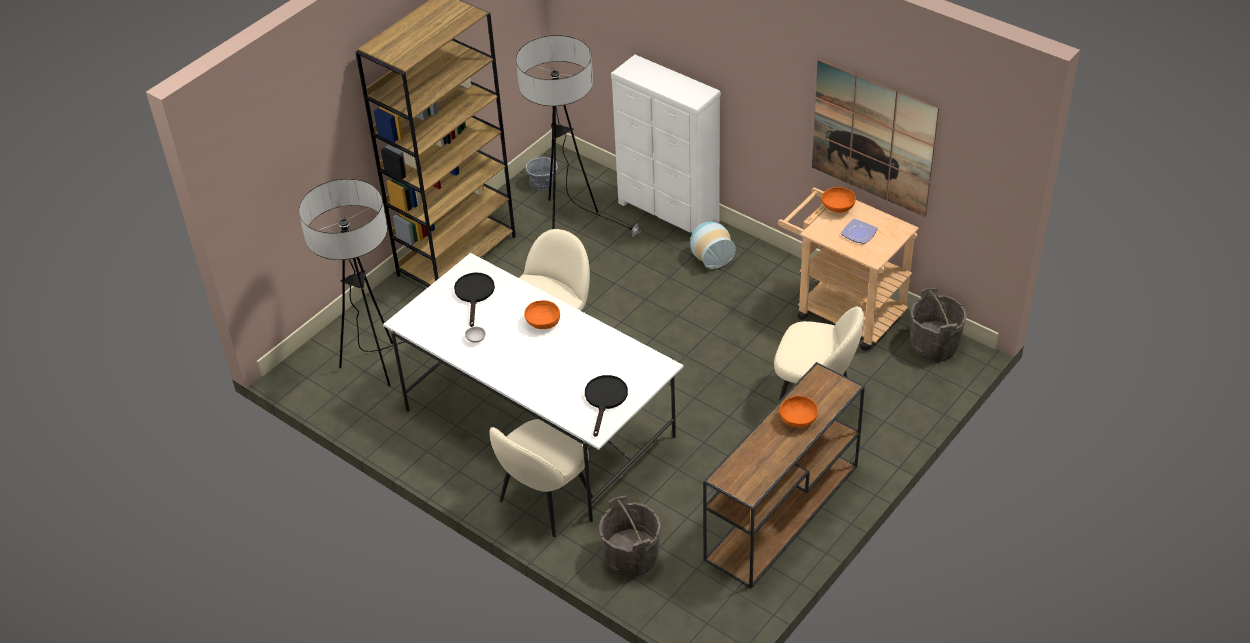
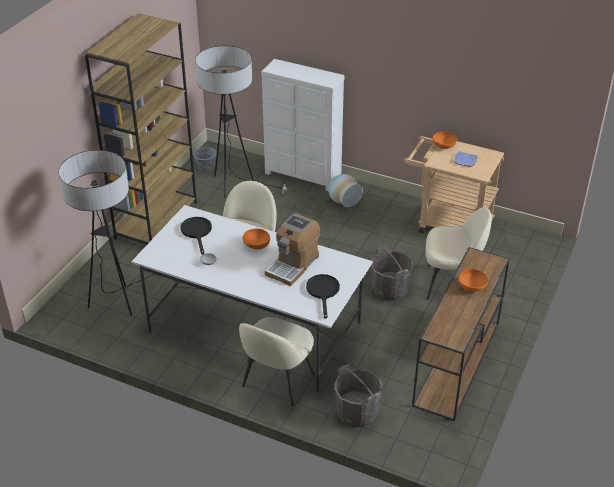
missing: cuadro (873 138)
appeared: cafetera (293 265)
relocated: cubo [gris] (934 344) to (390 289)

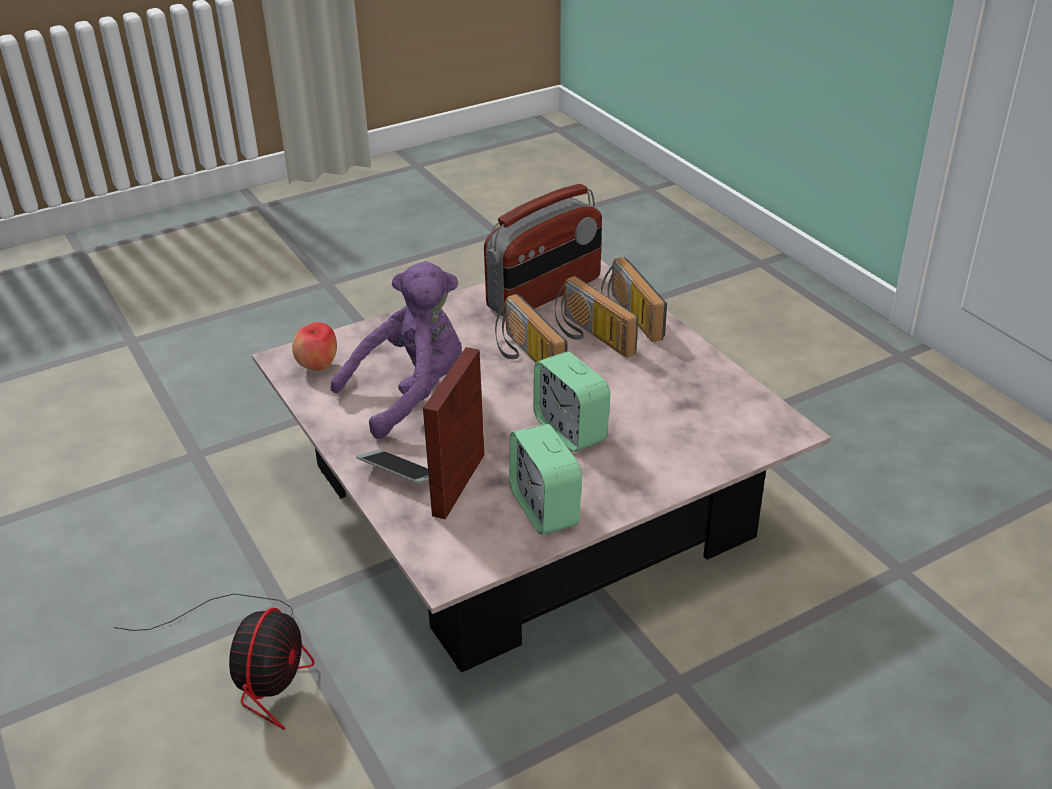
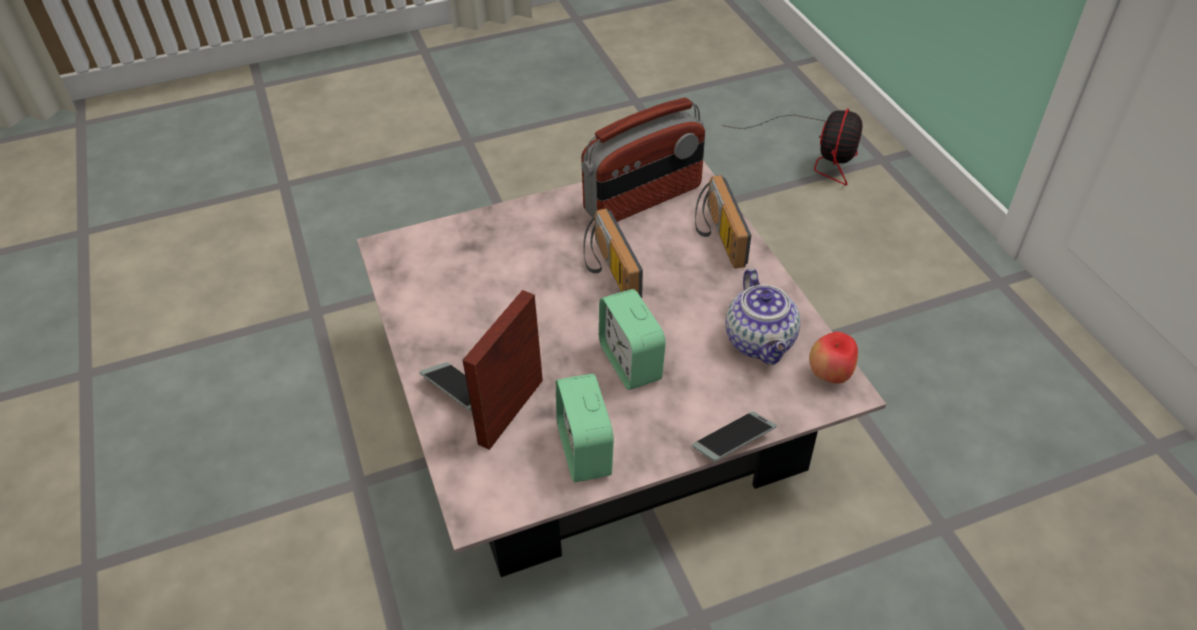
missing: peluche [morado] (410 393); radio (589 336)
appeared: móvil (733 441); tetera (761 343)
relocated: ventilador (255 665) to (818 153); manzana (318 367) to (830 375)

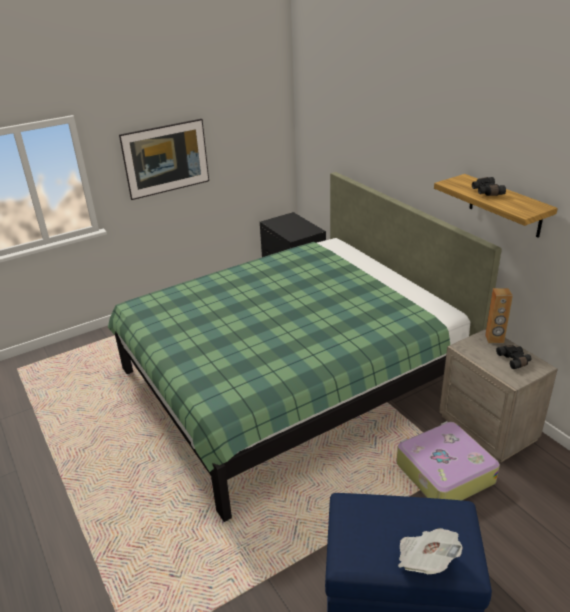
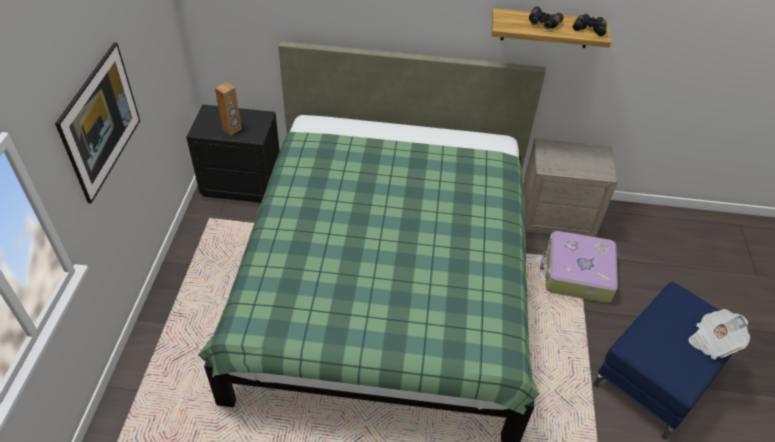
relocated: altavoz [marrón] (494 339) to (232 129); prismáticos [negro] (514 360) to (589 28)

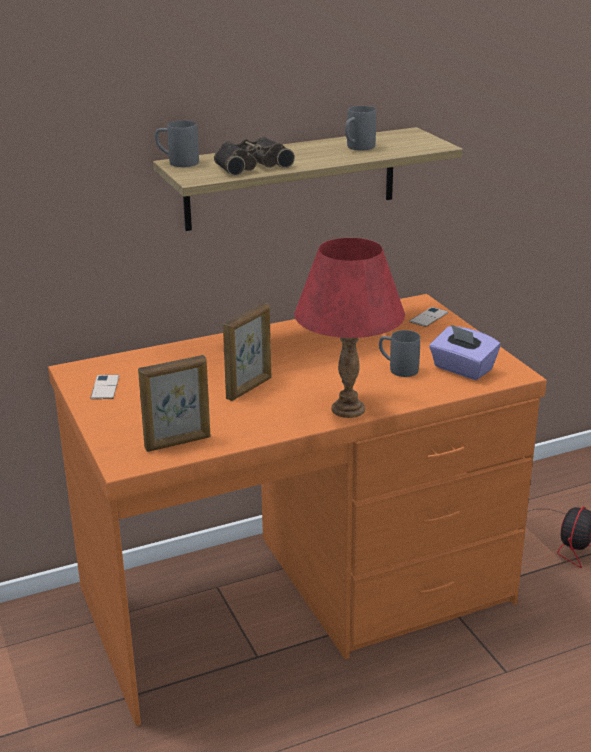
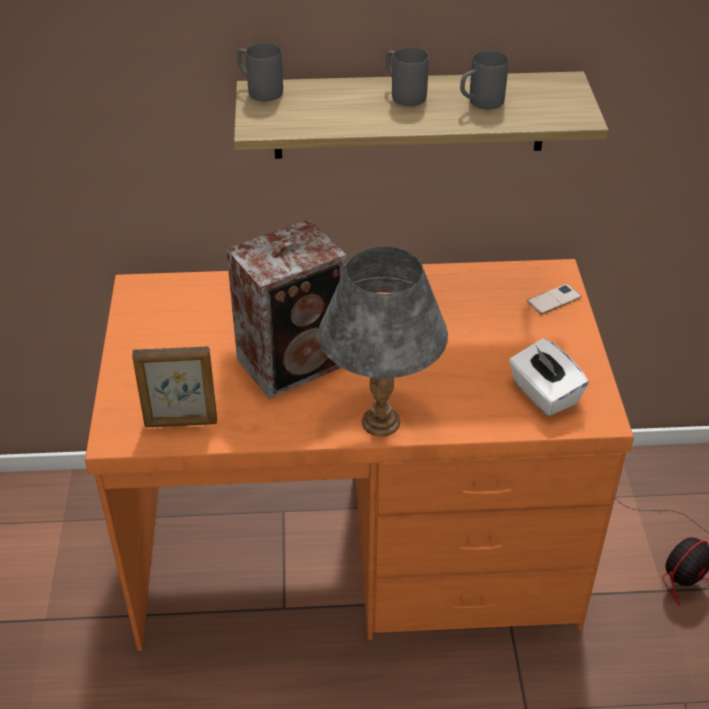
missing: móvil (105 387); prismáticos (250 165)
relocated: taza grande [gris] (397 369) to (403 94)
exchanged: portarretratos (250 388) to altavoz (295 361)
colour: lámpara de mesa [rojo] (347 409) to lámpara de mesa [gris] (380 421); caja de pañuelos [morado] (462 369) to caja de pañuelos [blanco] (543 394)

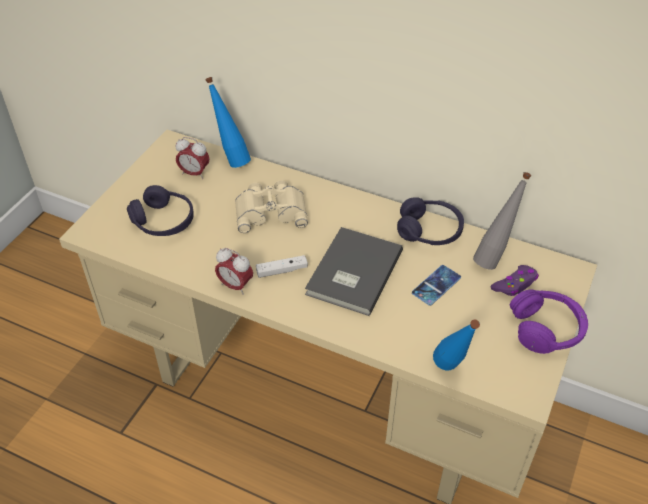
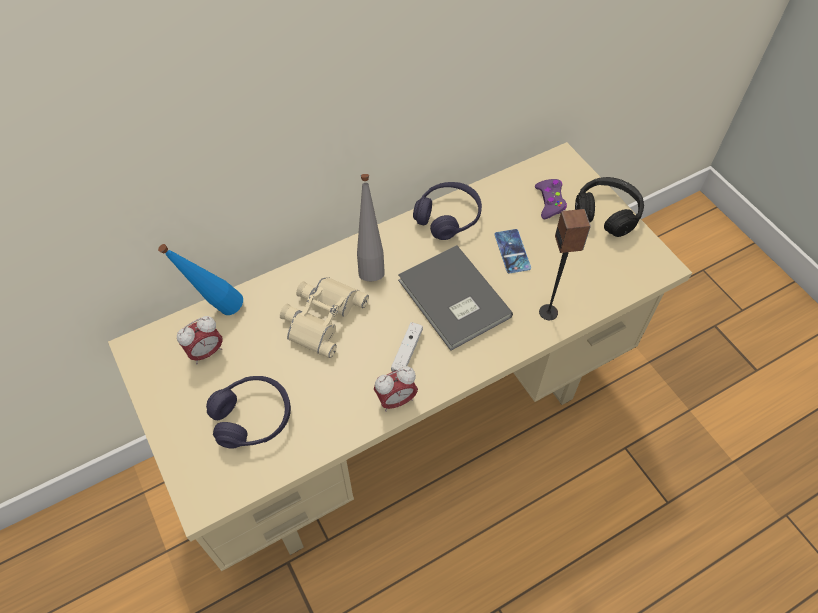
missing: botella [azul] (451 373)
appeared: altavoz (548 312)
relocated: botella [gris] (494 258) to (371 264)
colour: auriculares [morado] (546 329) to auriculares [negro] (607 213)

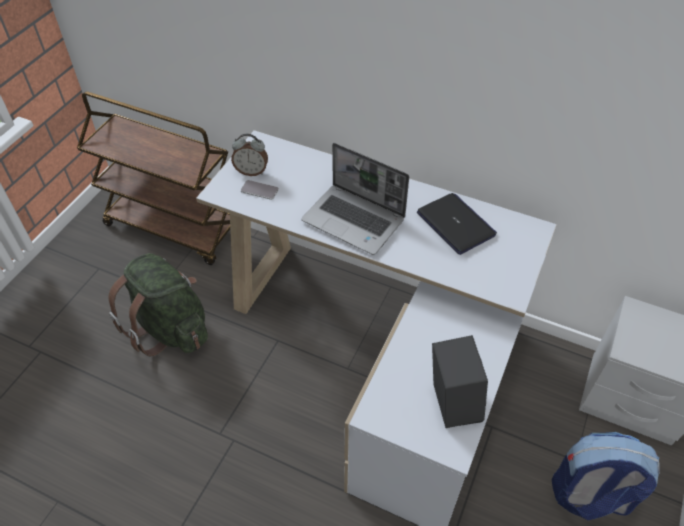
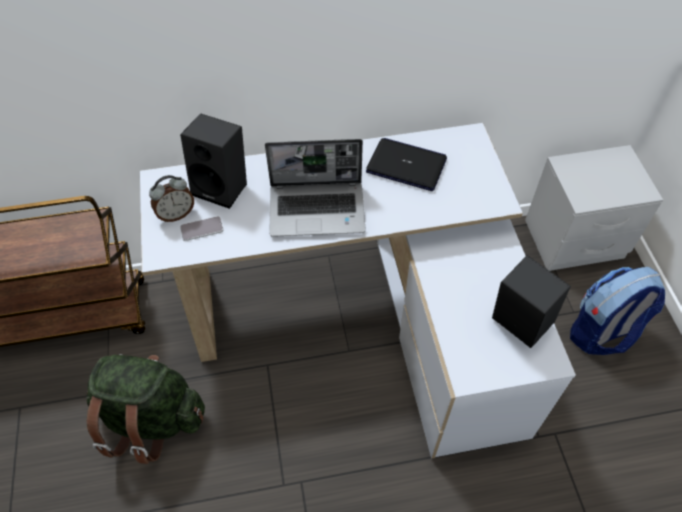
appeared: altavoz [negro] (223 187)

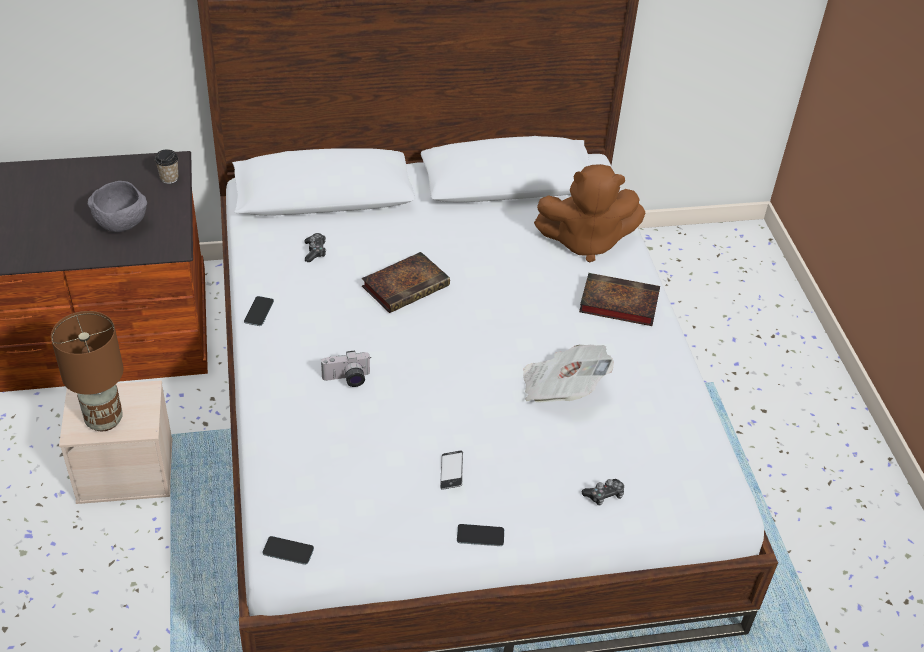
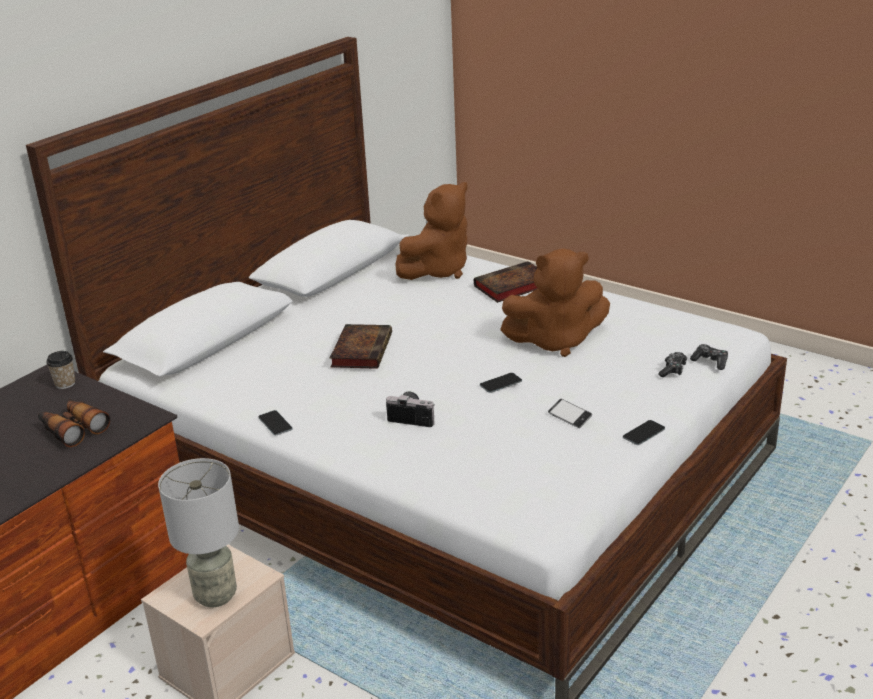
relocated: móvil (288 551) to (500 383); mando de consola (315 251) to (710 361)
exchanged: cuenco [gris] (122 224) to prismáticos (73 429); periódico (561 389) to peluche [marrón] (555 341)
colour: lámpara de mesa [marrón] (104 419) to lámpara de mesa [gris] (215 595)
spun: cámara (347 379) = (413 417) 105 degrees counterclockwise

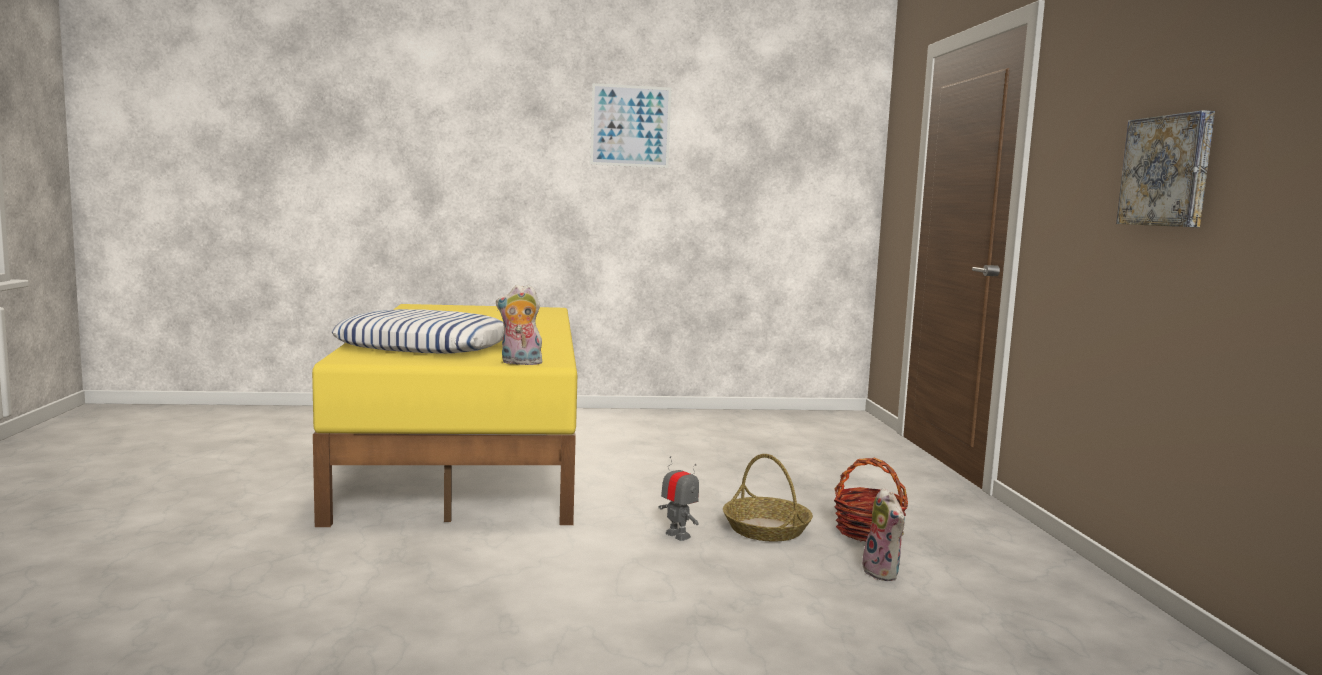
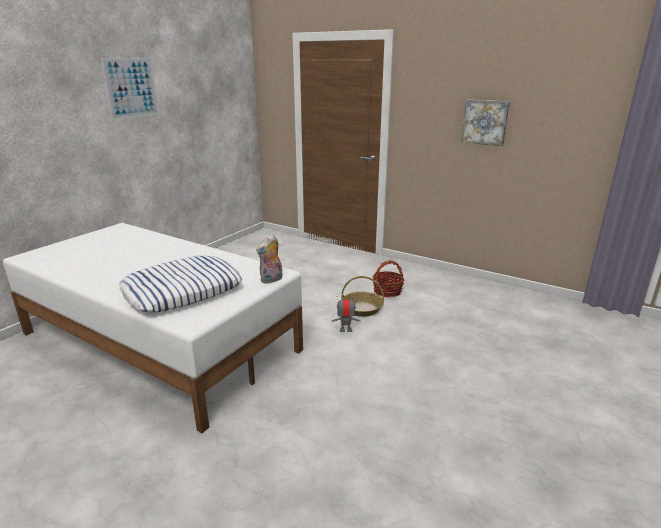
missing: peluche (884 573)
colour: cama [amarillo] (471 454) to cama [blanco] (160 341)

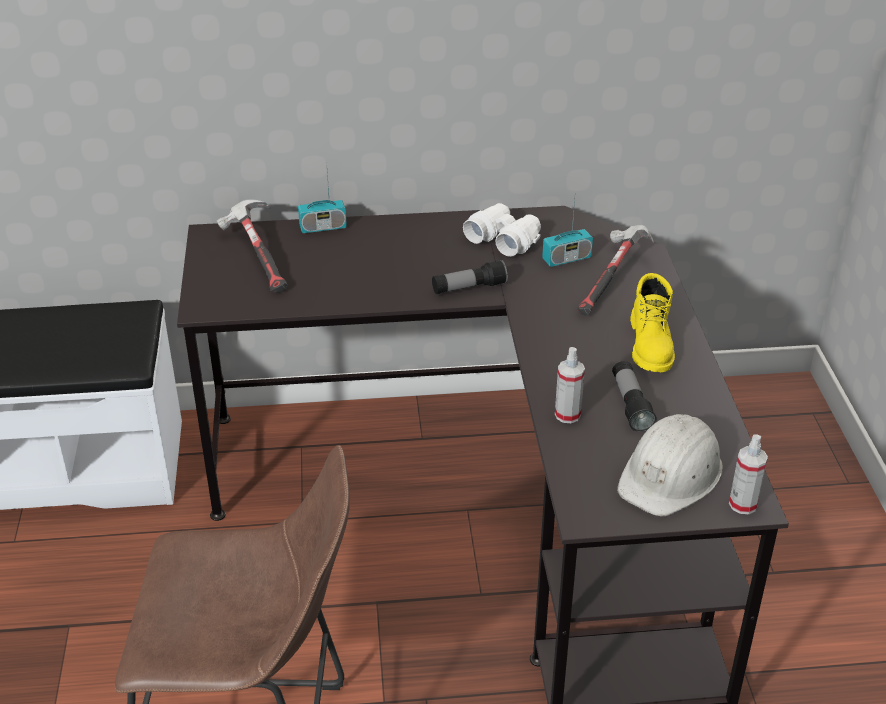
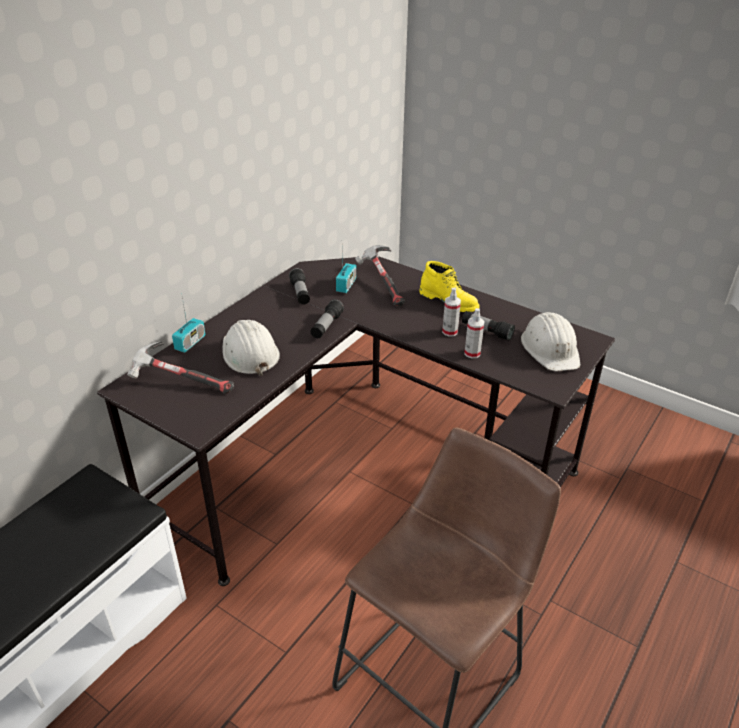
appeared: casco [blanco] (249 353)
relocated: pulverizador (743 504) to (450 332)
exchanged: prismáticos [blanco] (504 239) to linterna (300 293)

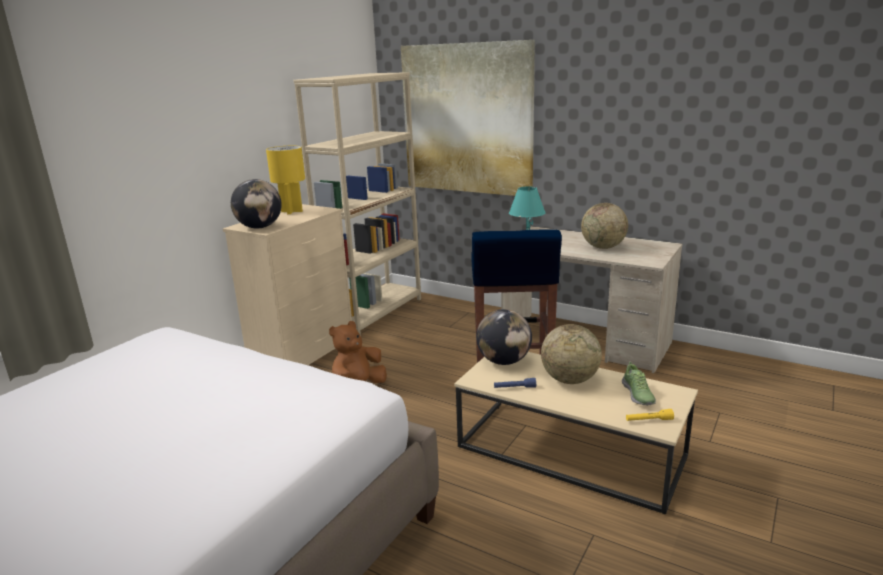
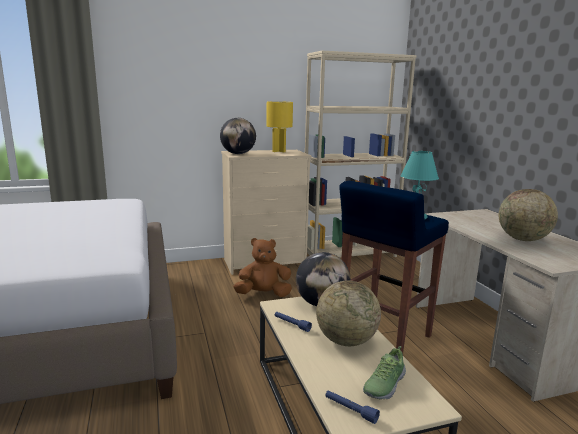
missing: cuadro (467 119)
colour: linterna [amarillo] (648 420) to linterna [azul] (350 410)

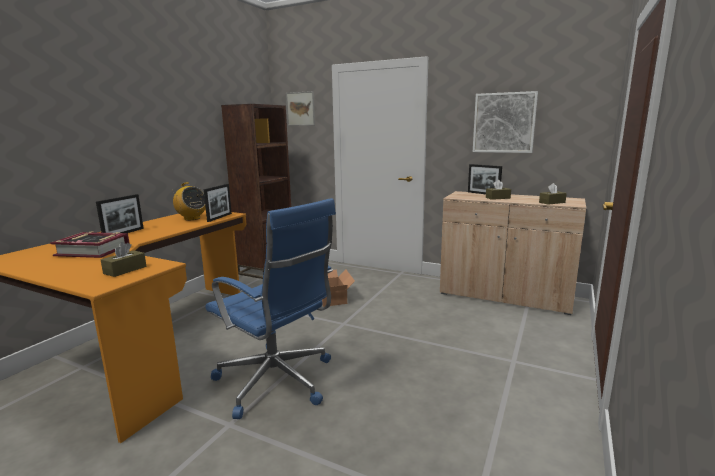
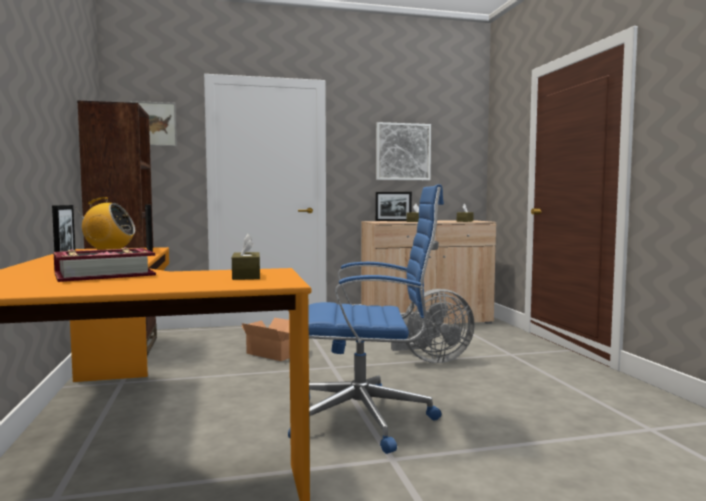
appeared: ventilador [gris] (431 359)

